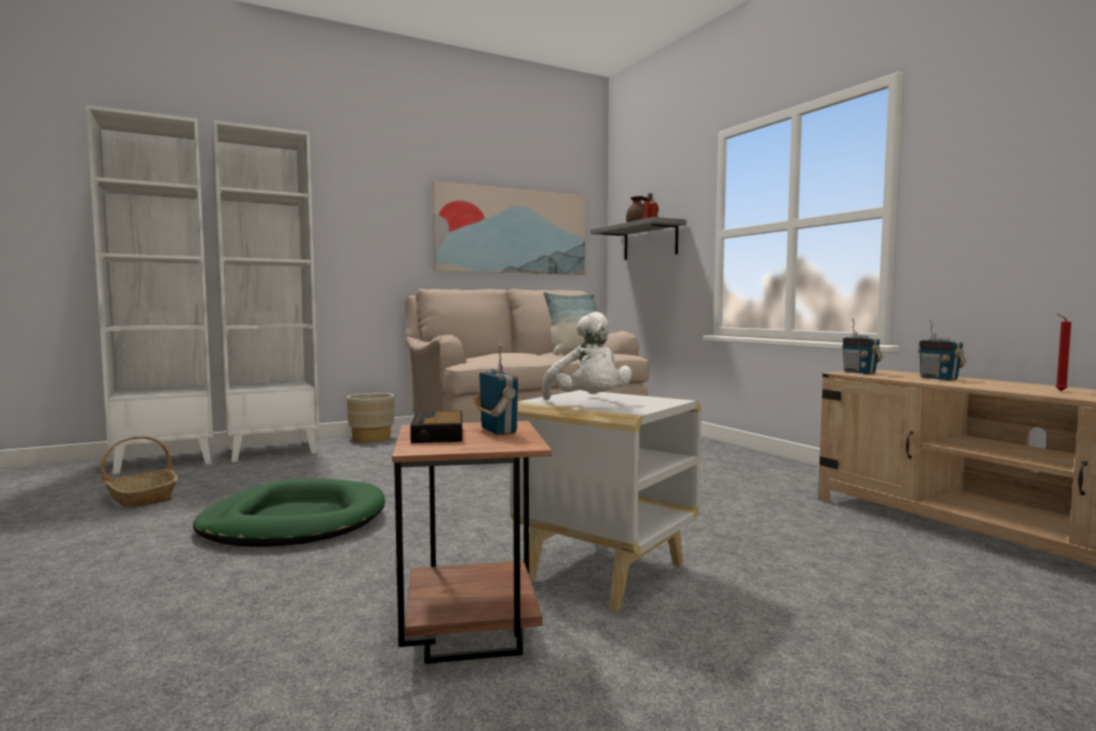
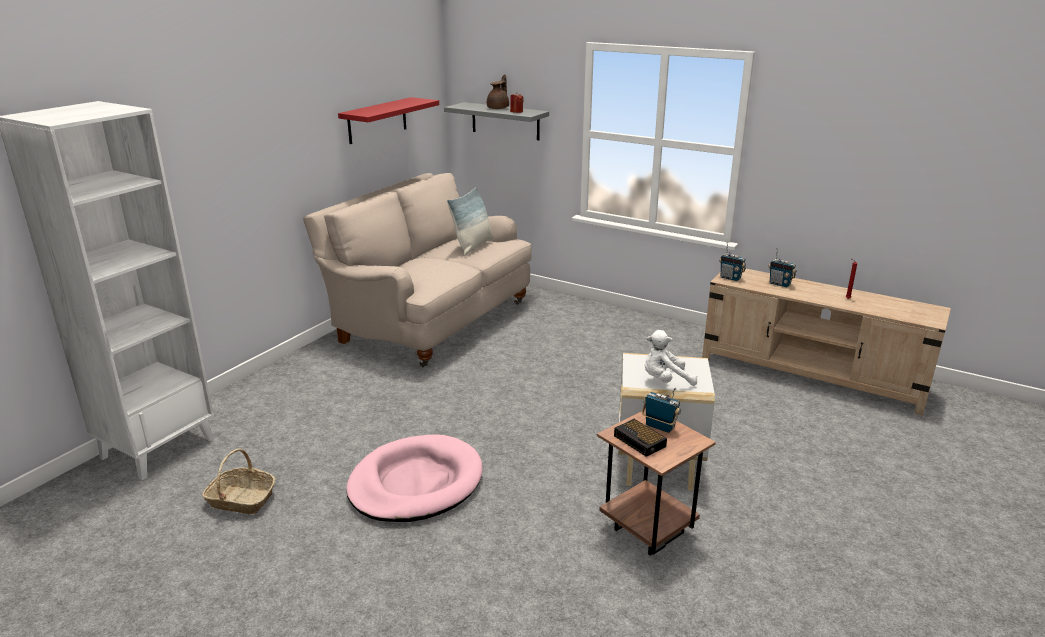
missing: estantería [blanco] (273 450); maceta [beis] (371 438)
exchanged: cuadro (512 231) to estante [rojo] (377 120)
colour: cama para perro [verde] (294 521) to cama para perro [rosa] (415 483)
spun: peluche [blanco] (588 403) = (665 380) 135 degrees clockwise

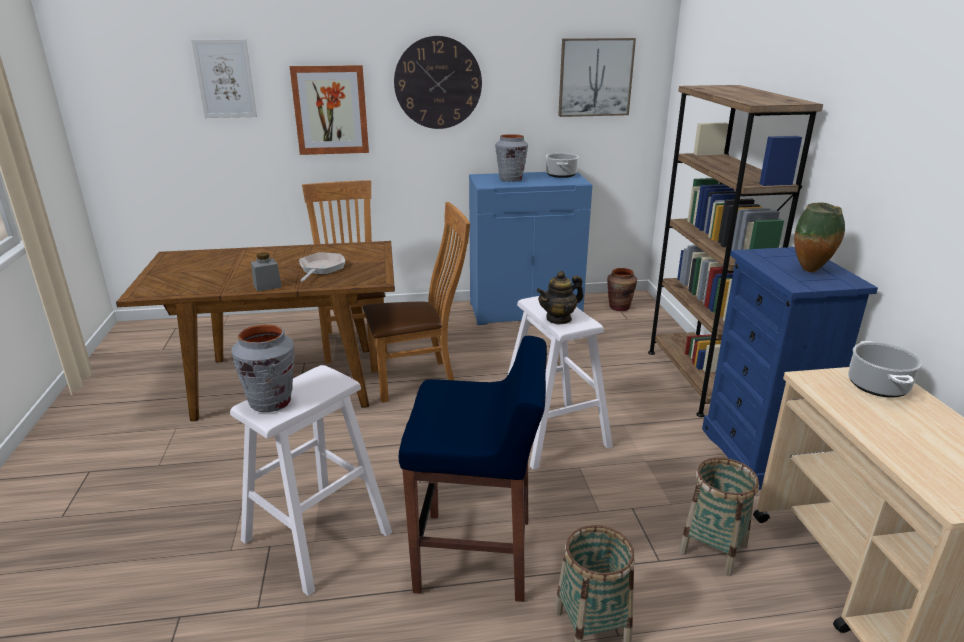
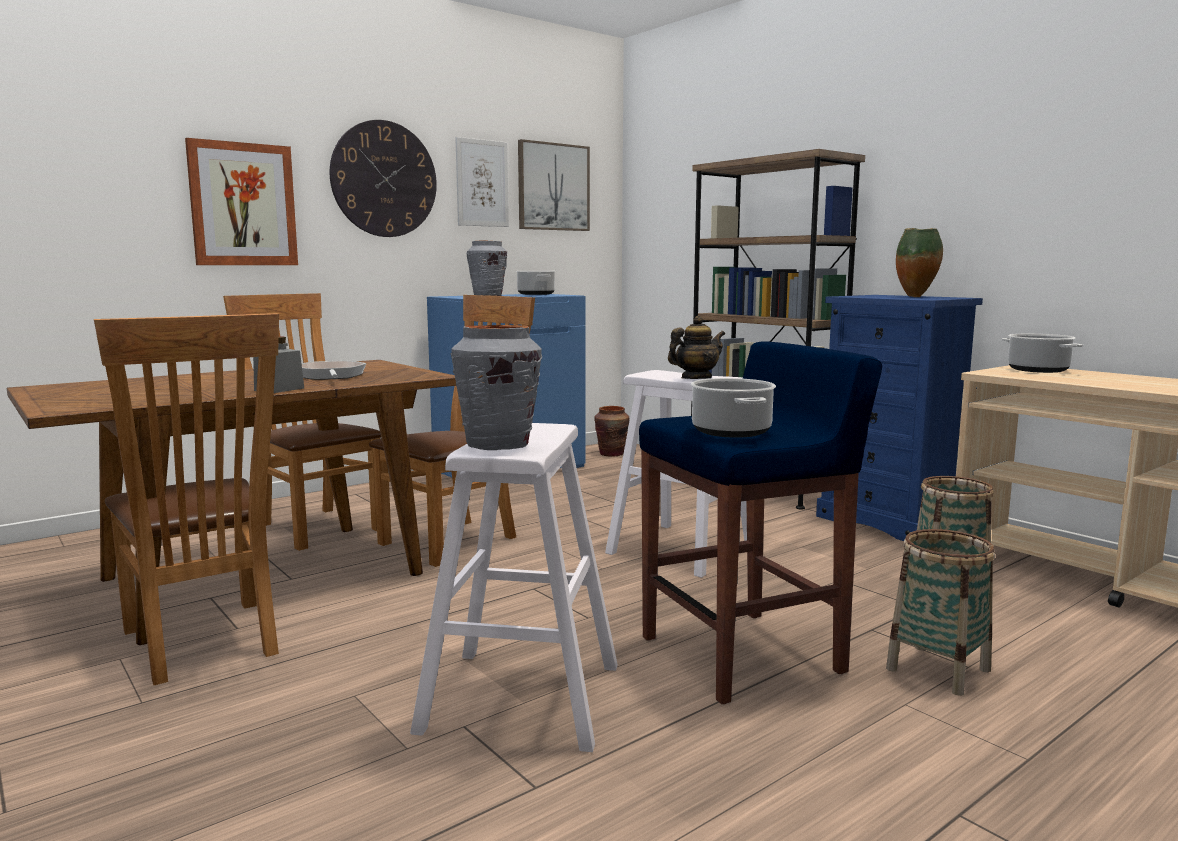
appeared: silla [marrón] (205 644); olla (730 431)
relocated: cuadro (225 79) to (482 183)
spun: tetera (559 319) = (695 378) 150 degrees counterclockwise

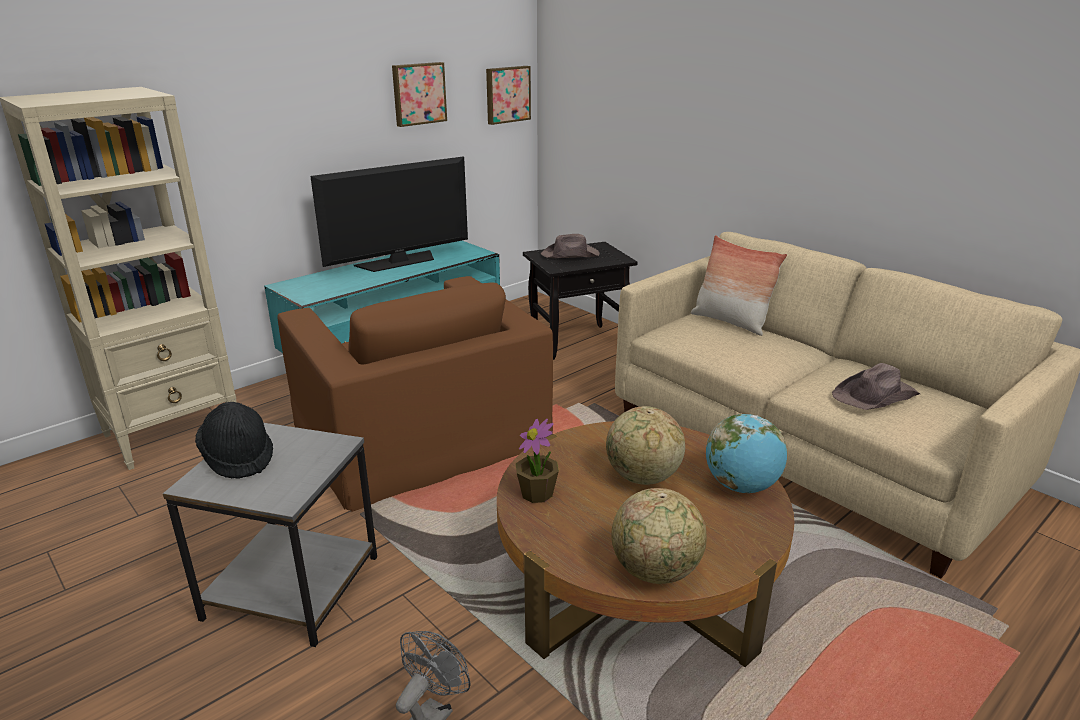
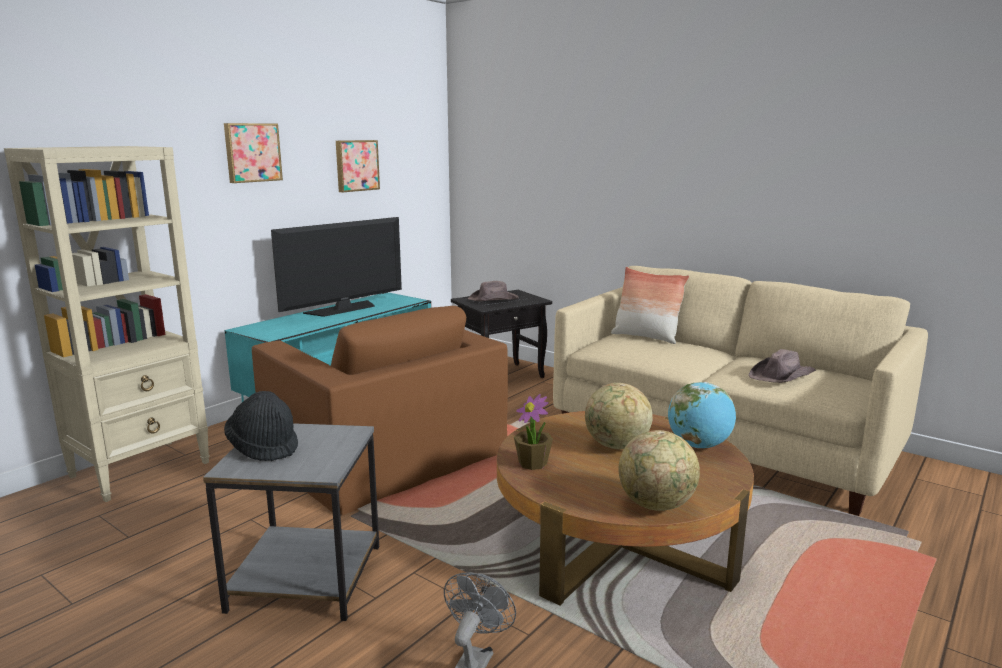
relocated: cuadro (507 94) to (252 152)

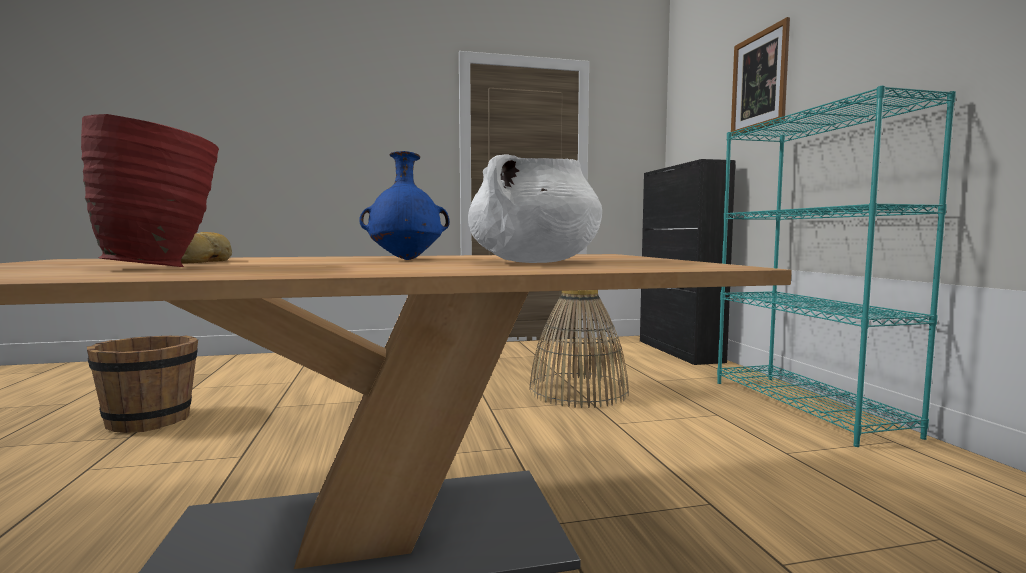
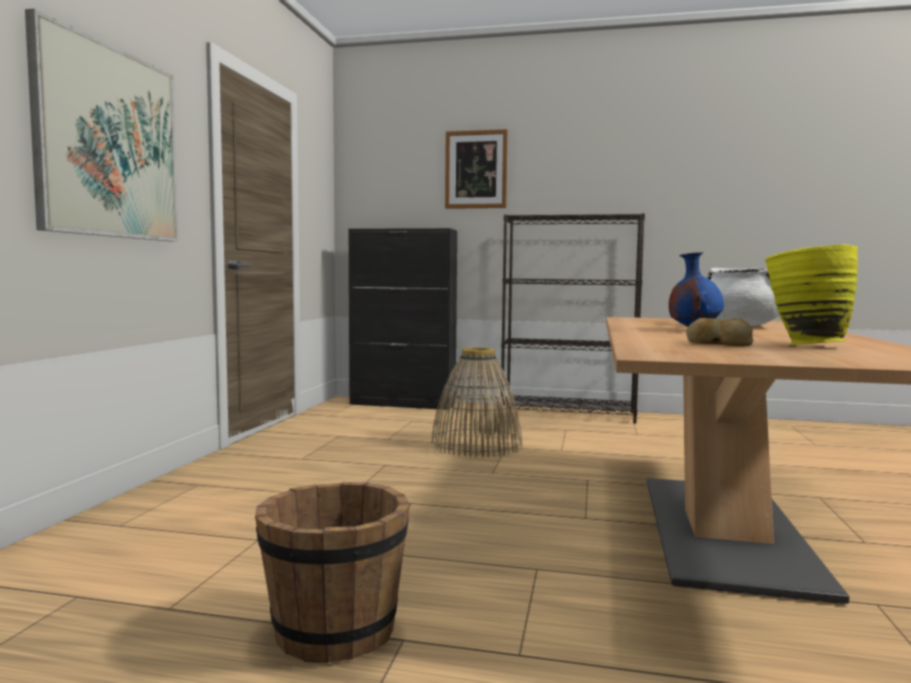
appeared: cuadro (109 143)
colour: florero [rojo] (162 267) to florero [amarillo] (804 345); estantería [turquesa] (807 407) to estantería [negro] (568 414)

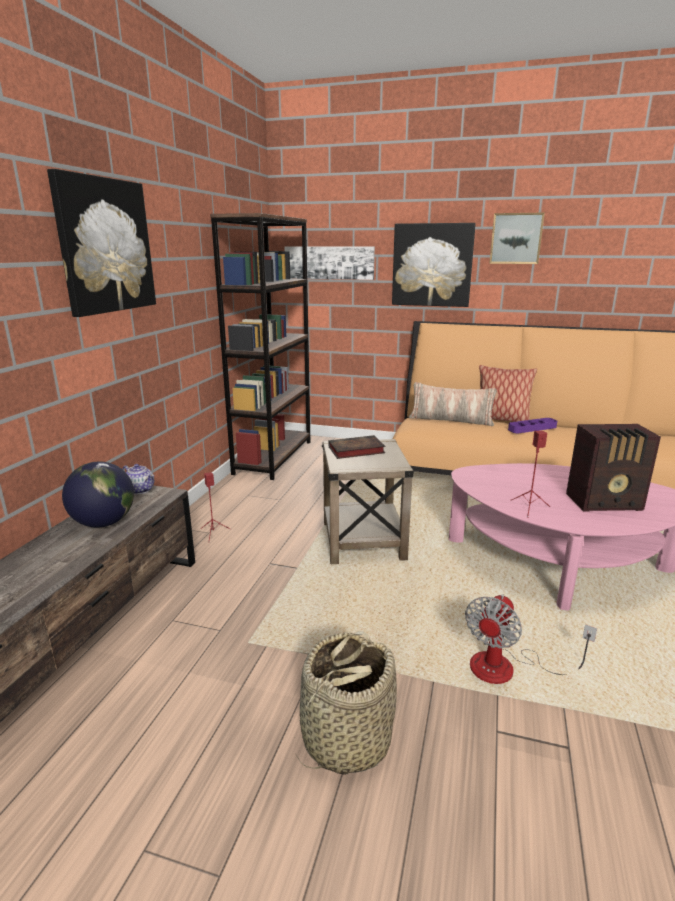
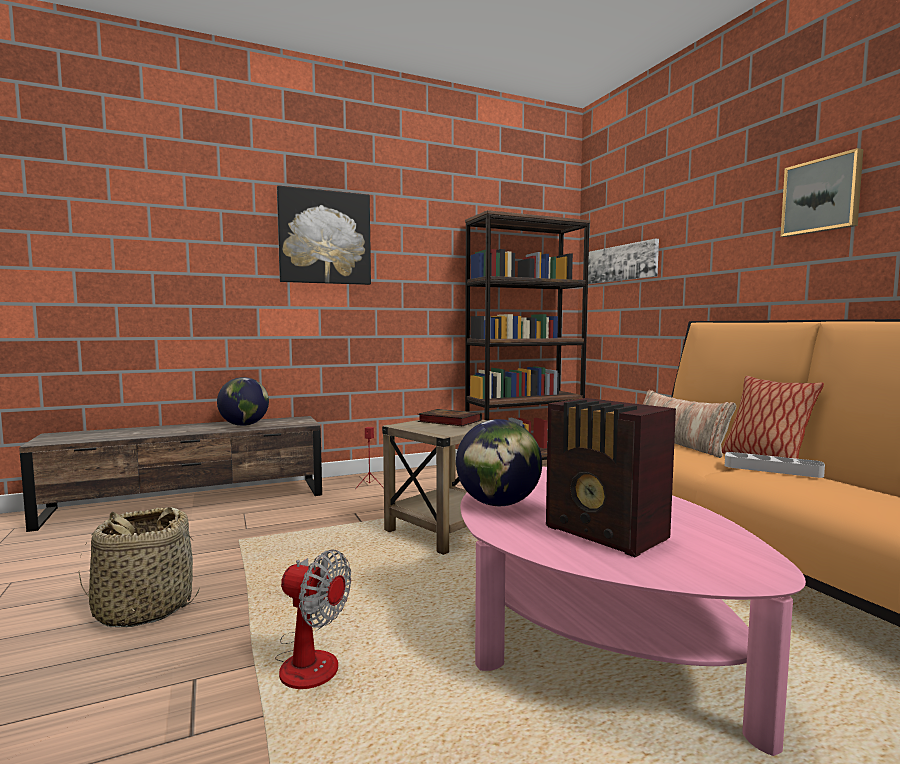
missing: tetera (140 490); cuadro (432 265)
exchanged: altavoz [rojo] (529 508) to globo terráqueo (498 504)
colour: bandeja [morado] (532 428) to bandeja [gris] (772 469)
spun: ventilador (507 668) = (309 658) 150 degrees counterclockwise

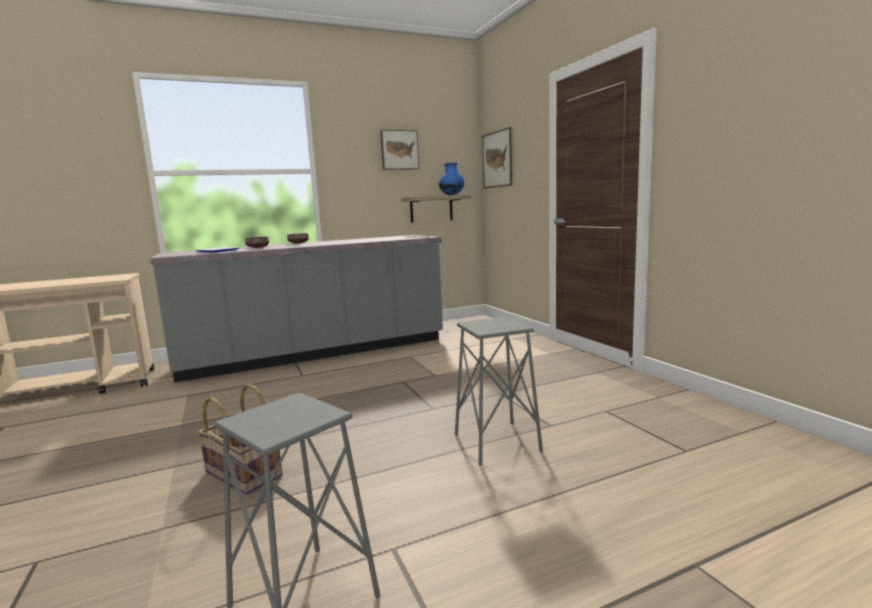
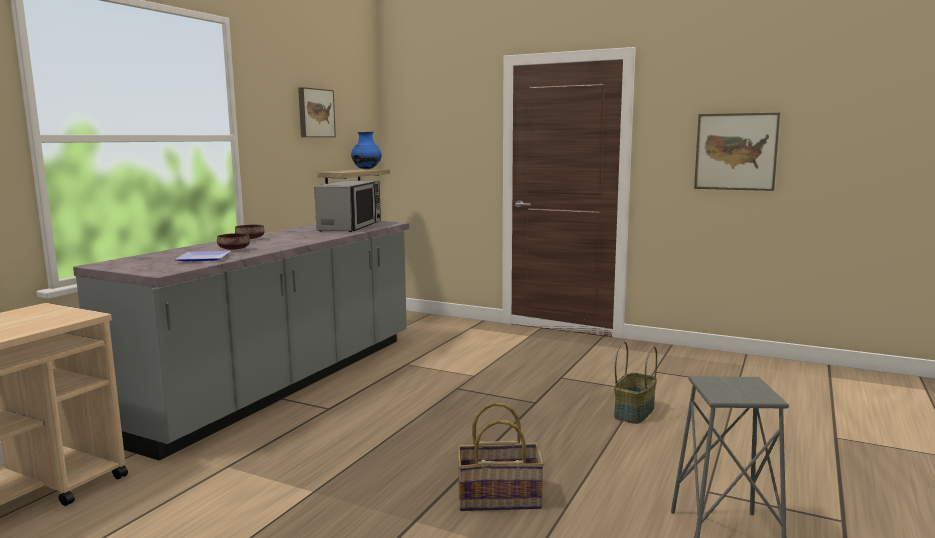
appeared: microondas (350 226)
relocated: cuadro (497 159) to (735 151)
exchanged: taburete [gris] (497 443) to cesta (633 412)

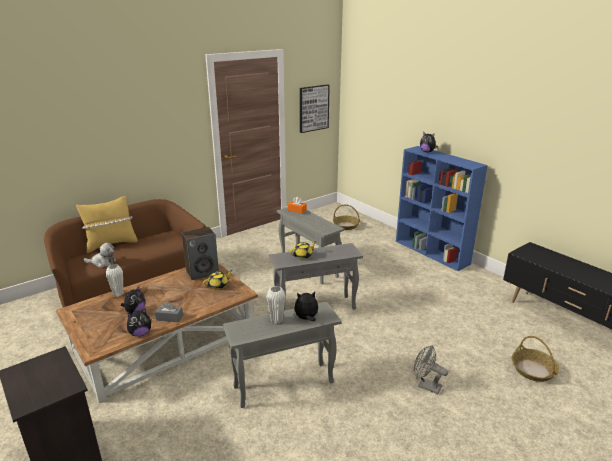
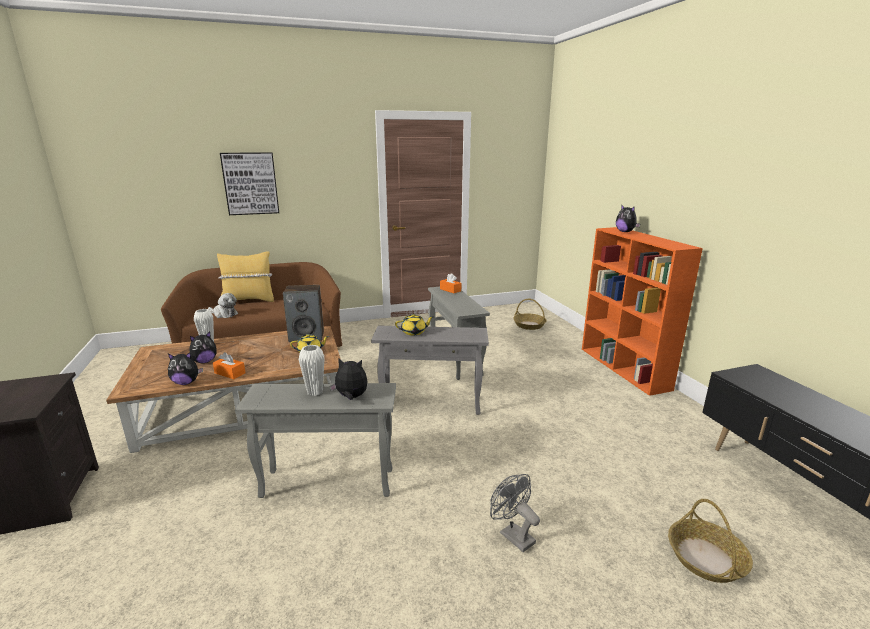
relocated: cuadro (313 108) to (250 183)
colour: caja de pañuelos [gris] (169 317) to caja de pañuelos [naranja] (230 373); estantería [azul] (432 252) to estantería [naranja] (624 368)

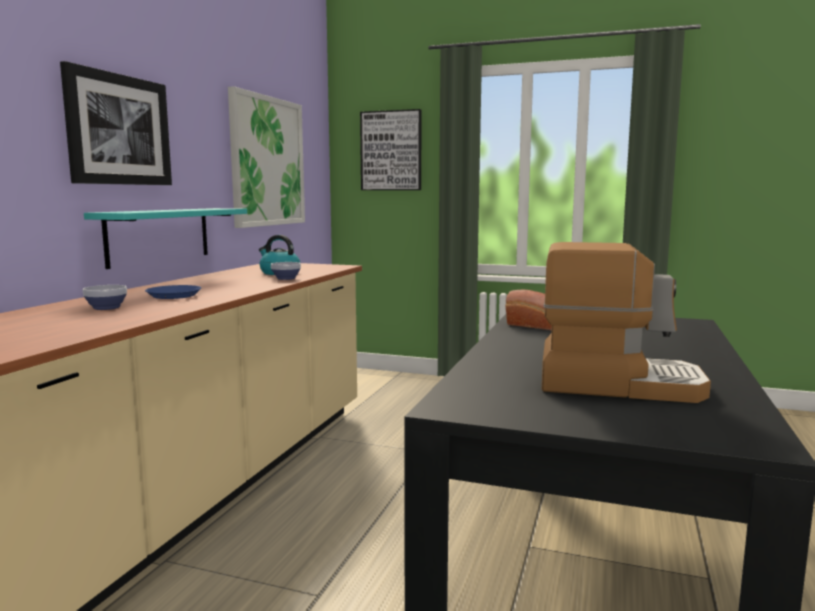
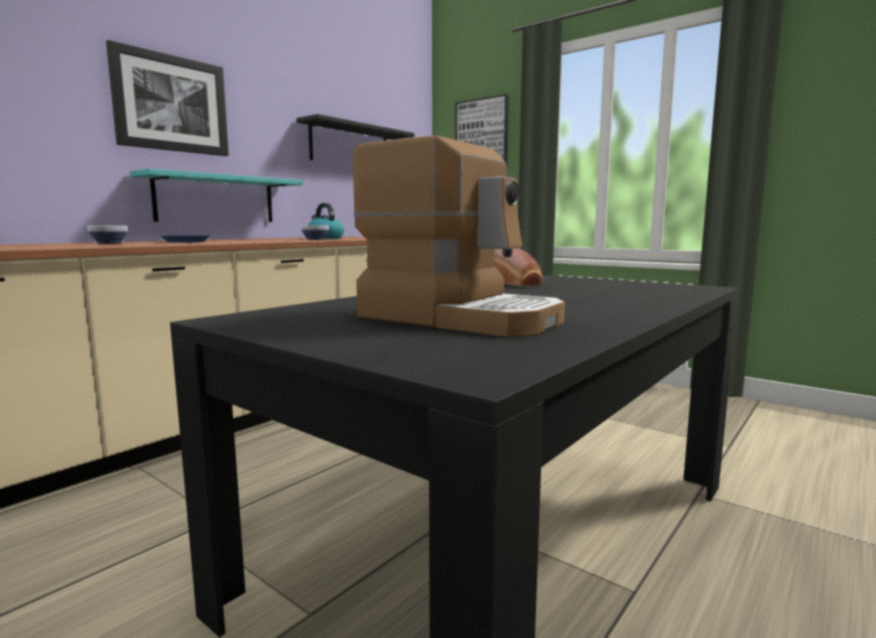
exchanged: cuadro (267 162) to estante [negro] (350 146)

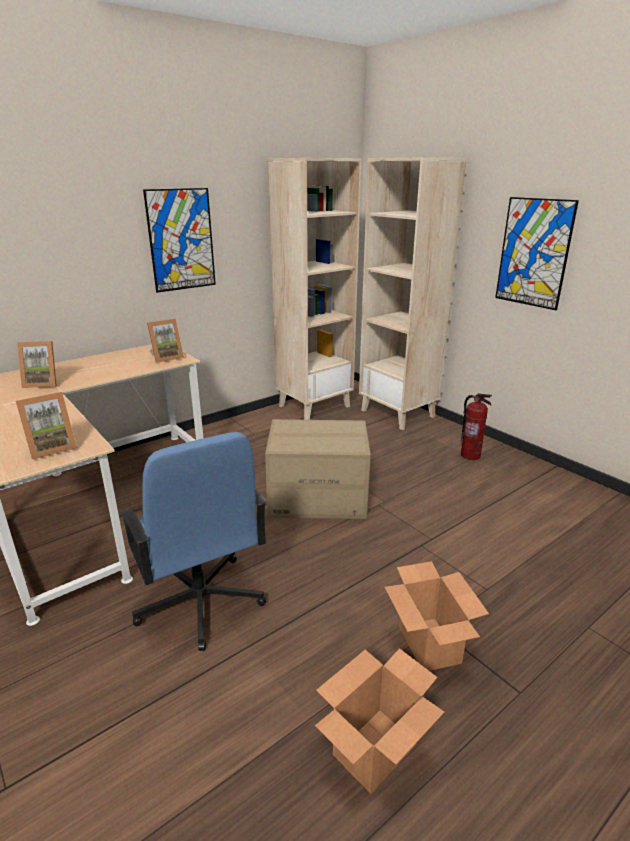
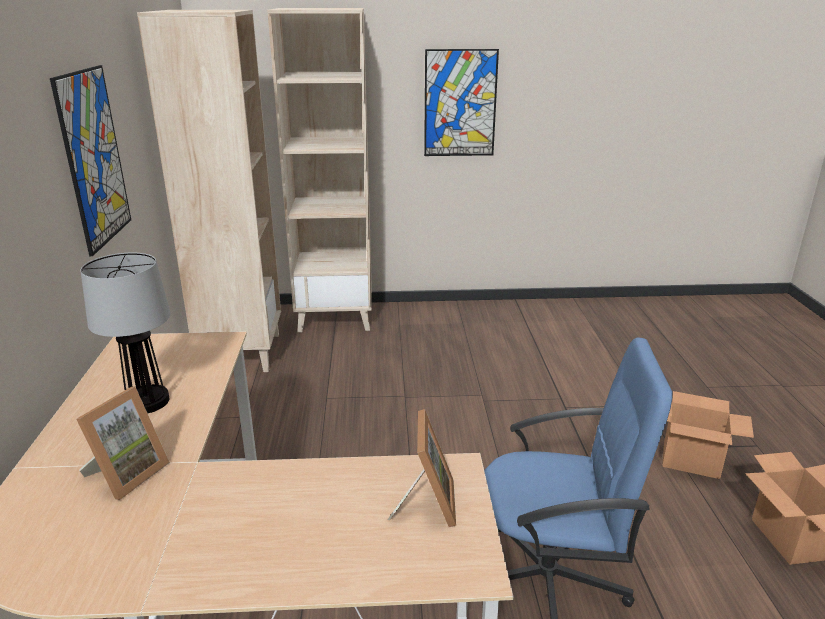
missing: portarretratos (166 357); caja de cartón (318 497); extintor (470 455)
appeared: lámpara de mesa (147 401)

